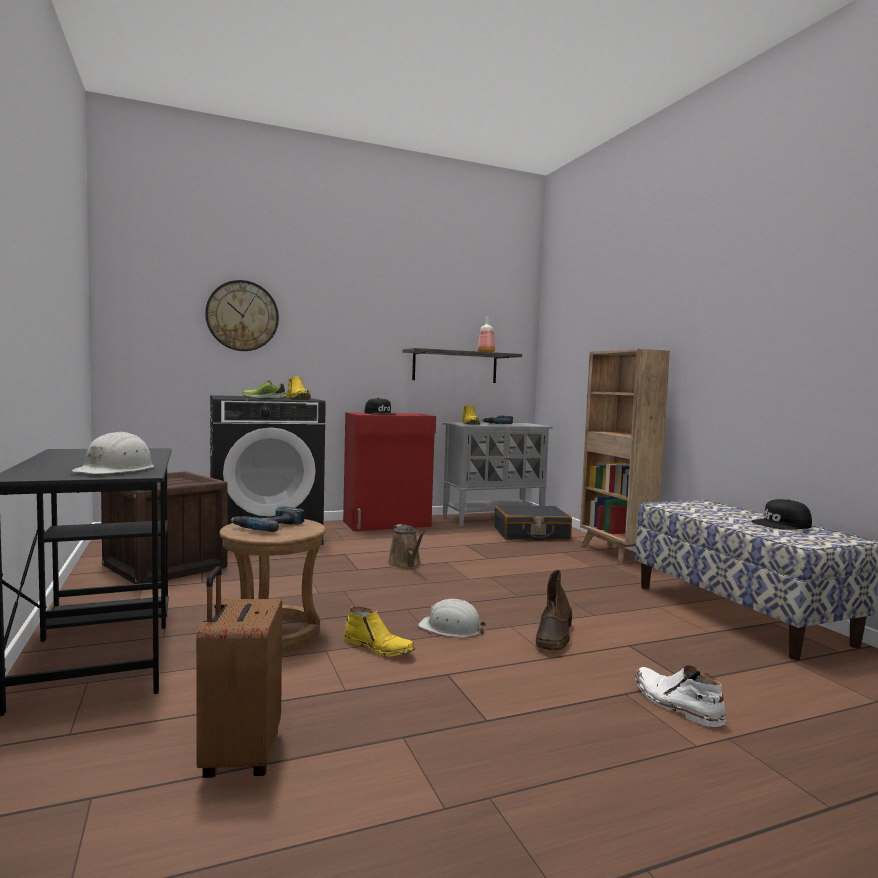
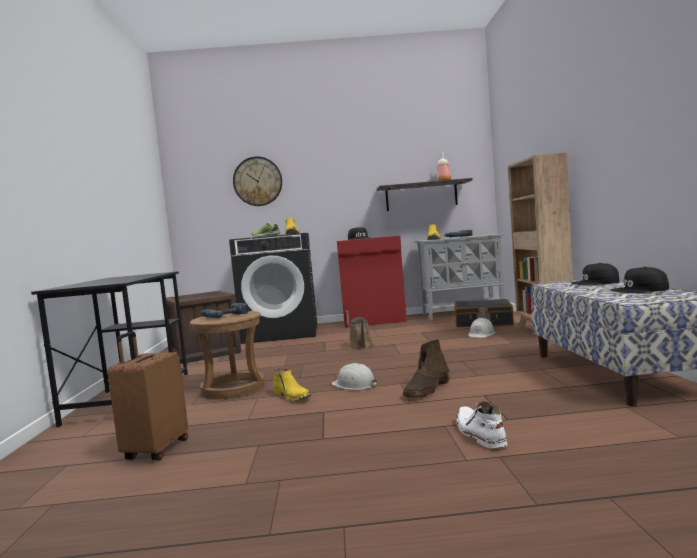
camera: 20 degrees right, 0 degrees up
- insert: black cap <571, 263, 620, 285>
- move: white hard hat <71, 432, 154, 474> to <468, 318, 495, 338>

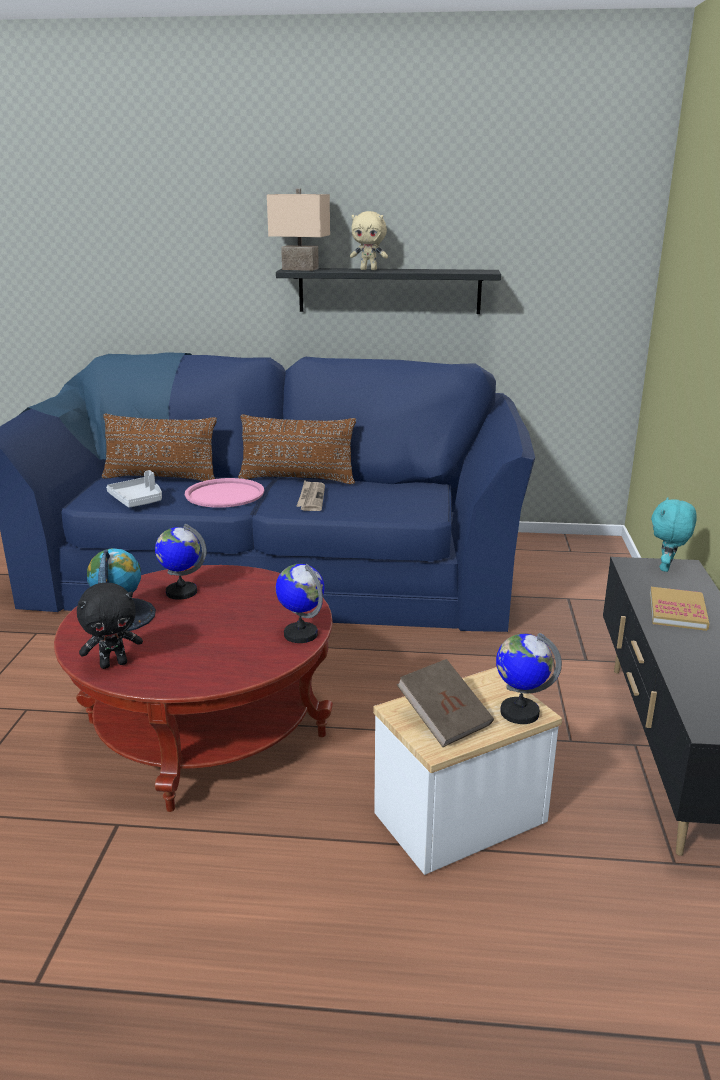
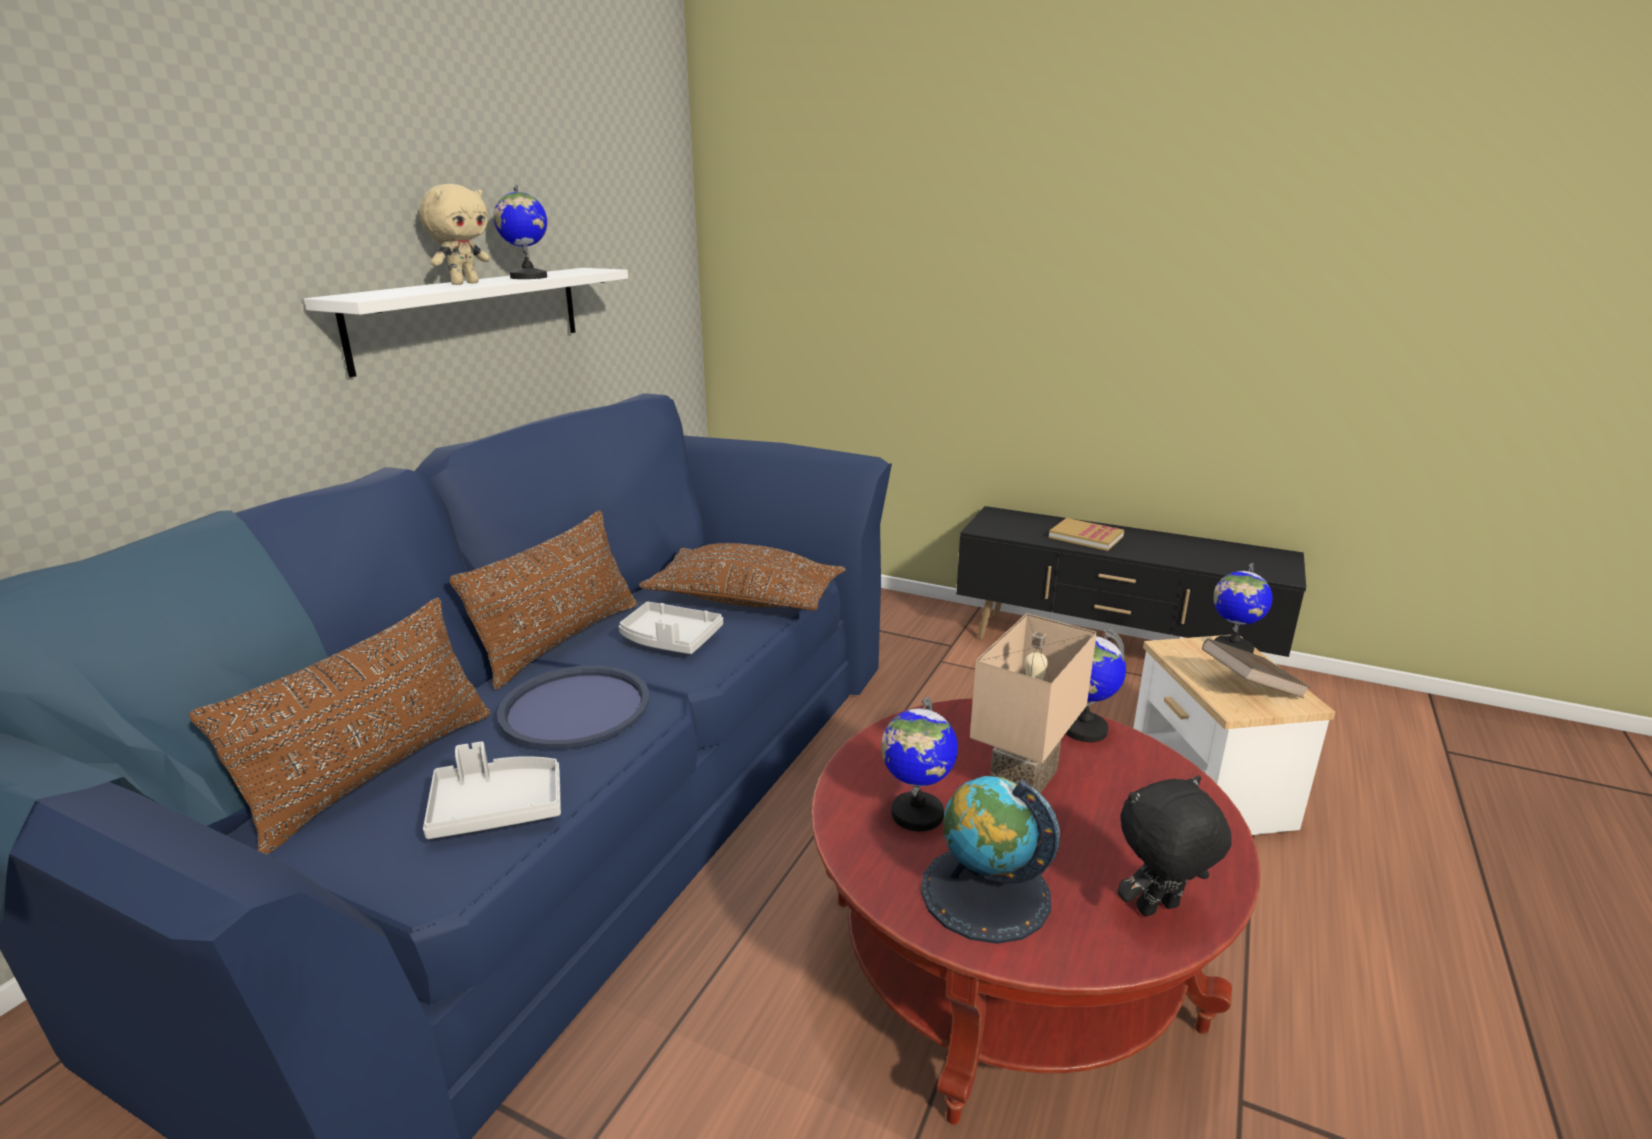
camera: 70 degrees left, 0 degrees up
- delete: turquoise plush toy <651, 497, 696, 572>
- insert: globe <493, 184, 547, 279>
- insert: brown pillow <639, 543, 846, 611>
- move: beige table lamp <267, 189, 330, 271> to <970, 613, 1097, 793>
- replace: newspaper <296, 480, 325, 511> to grey tray <619, 602, 723, 654>
- recolor: pink tray <185, 478, 264, 508> to blue tray <497, 665, 650, 748>
- recolor: black shelf <276, 268, 501, 314> to white shelf <304, 268, 628, 377>
- rotate: black plush toy <77, 583, 143, 669> = <1117, 775, 1232, 916> 105 degrees counterclockwise

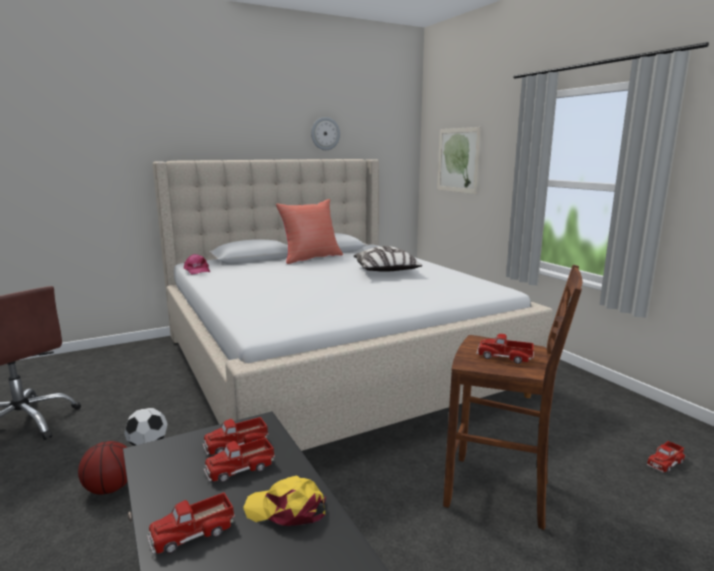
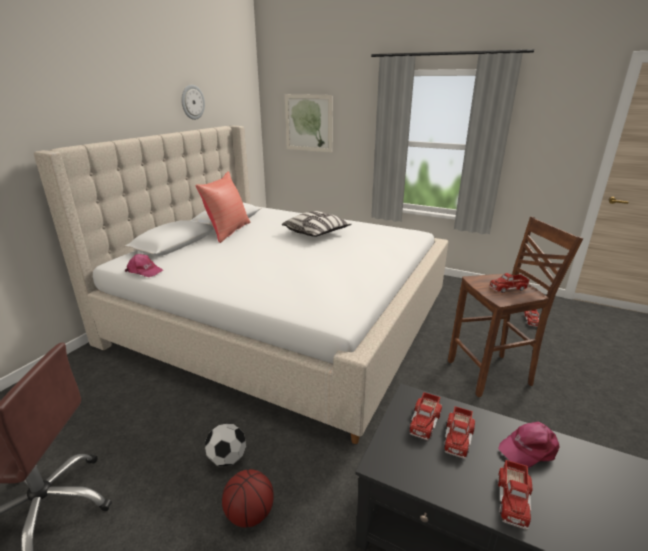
camera: 35 degrees left, 10 degrees up
- recolor: yellow cap <243, 476, 326, 526> to pink cap <498, 421, 560, 468>

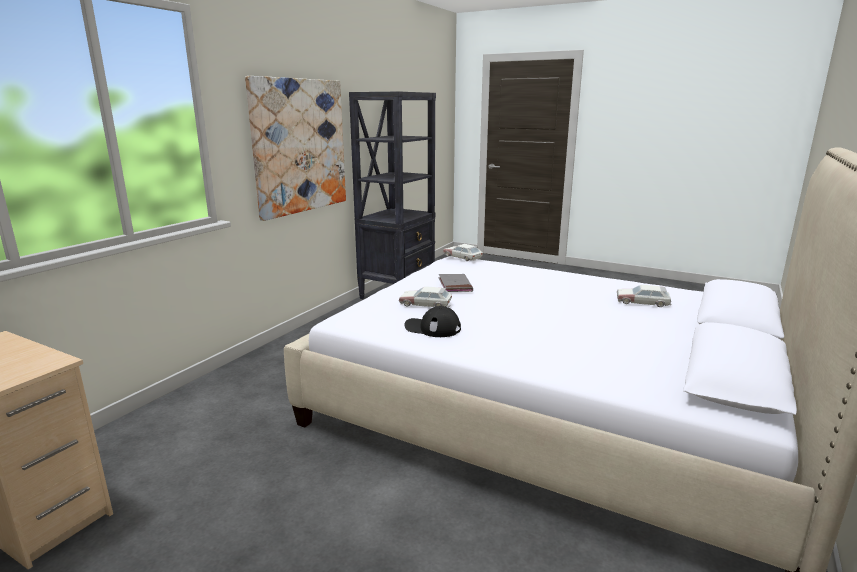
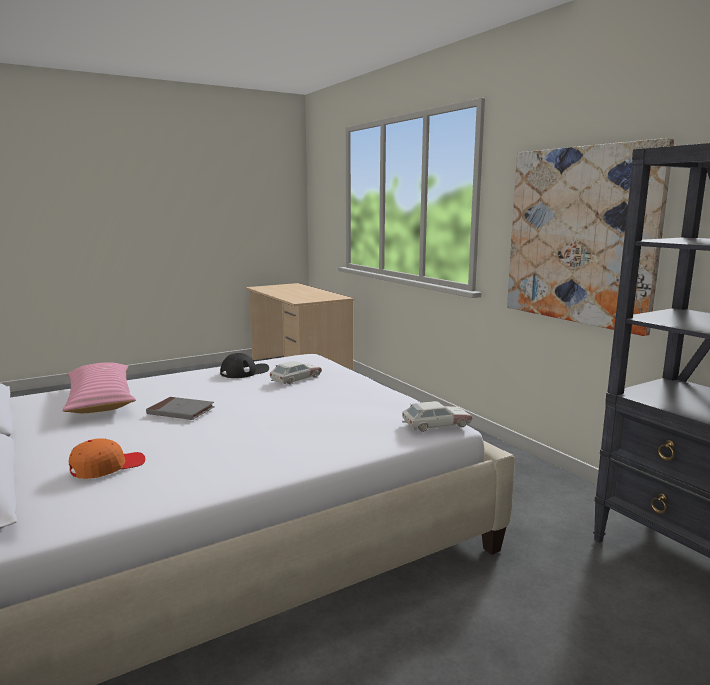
camera: 120 degrees right, 5 degrees down
- insert: pink pillow <63, 362, 136, 413>
- move: grey book <439, 274, 473, 292> to <146, 397, 215, 420>
- replace: toy car <617, 285, 671, 307> to orange cap <69, 438, 145, 479>

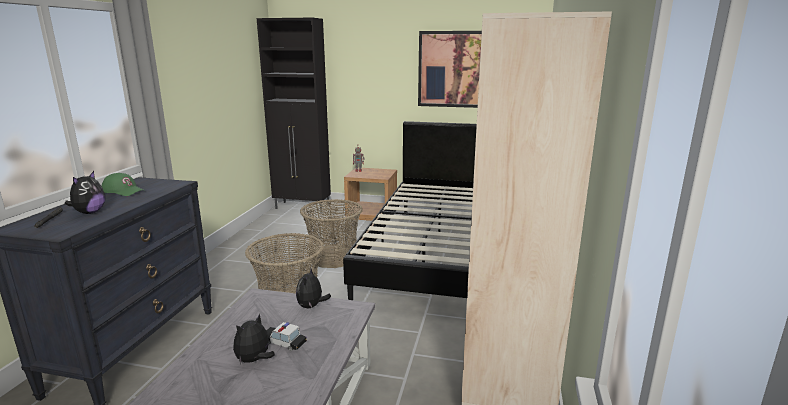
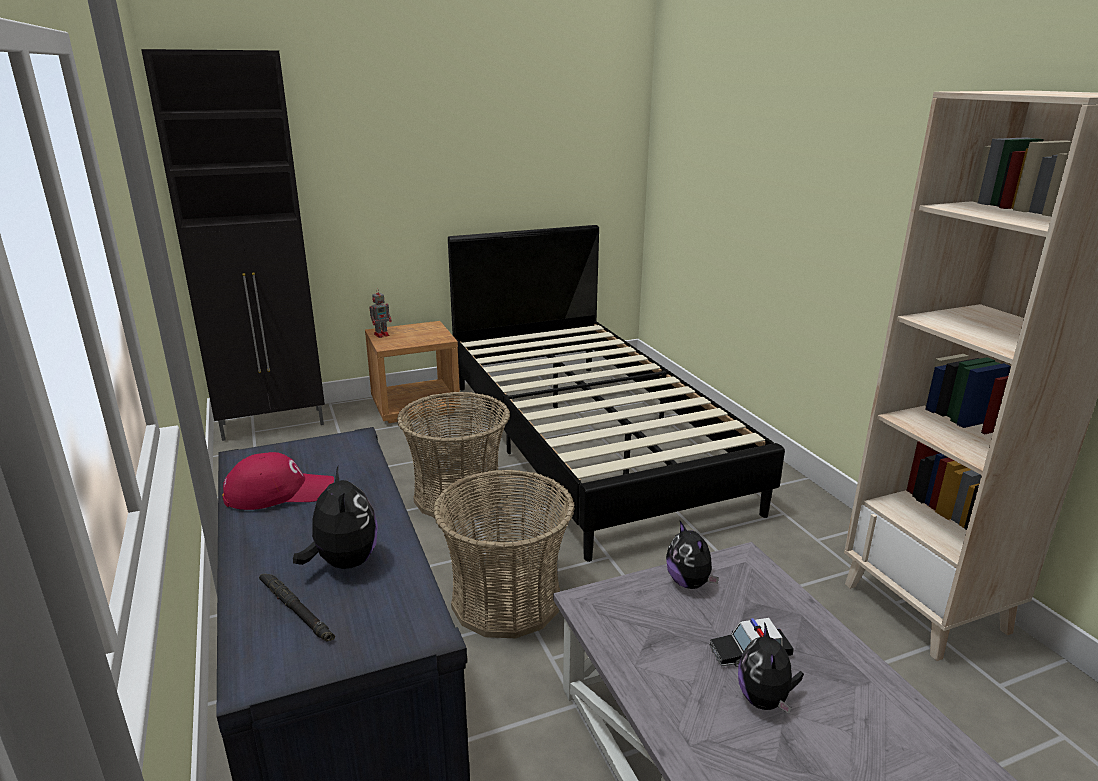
camera: 35 degrees left, 5 degrees up
- delete: picture <418, 31, 482, 108>
- recolor: green cap <102, 173, 145, 196> to red cap <222, 452, 334, 510>

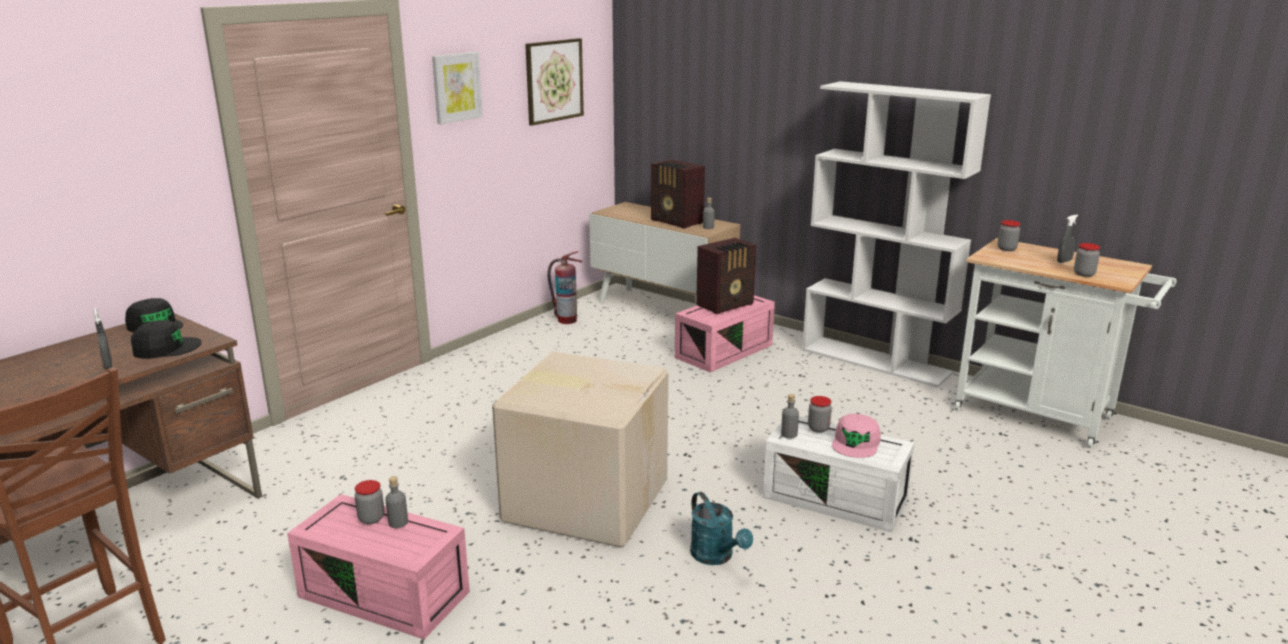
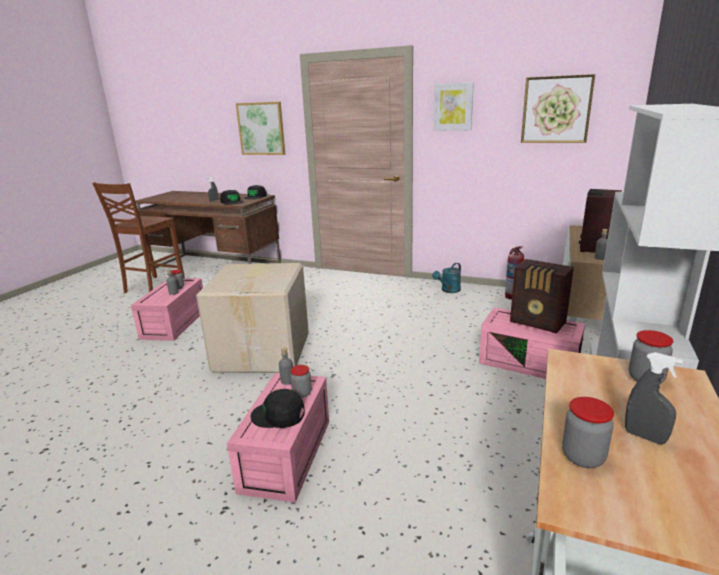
camera: 75 degrees right, 0 degrees up
- insert: picture <236, 102, 285, 155>
- move: turquoise watering can <690, 492, 753, 565> to <432, 263, 461, 293>
- recolor: white storage box <763, 416, 915, 532> to pink storage box <227, 373, 329, 503>
- recolor: pink cap <832, 414, 881, 458> to black cap <251, 389, 305, 428>

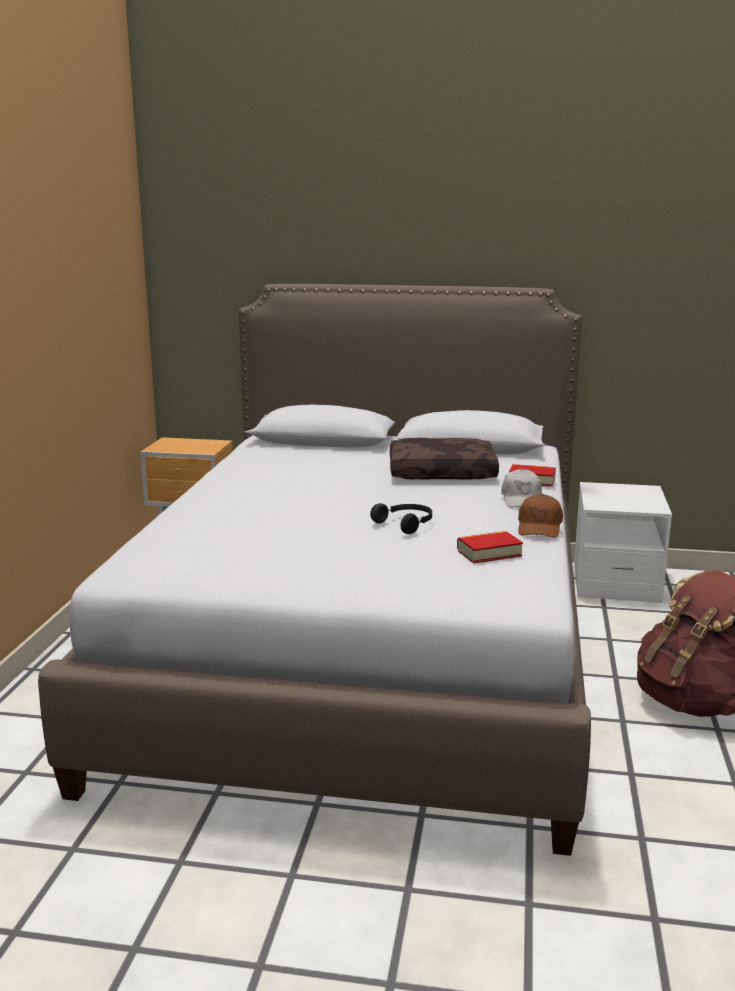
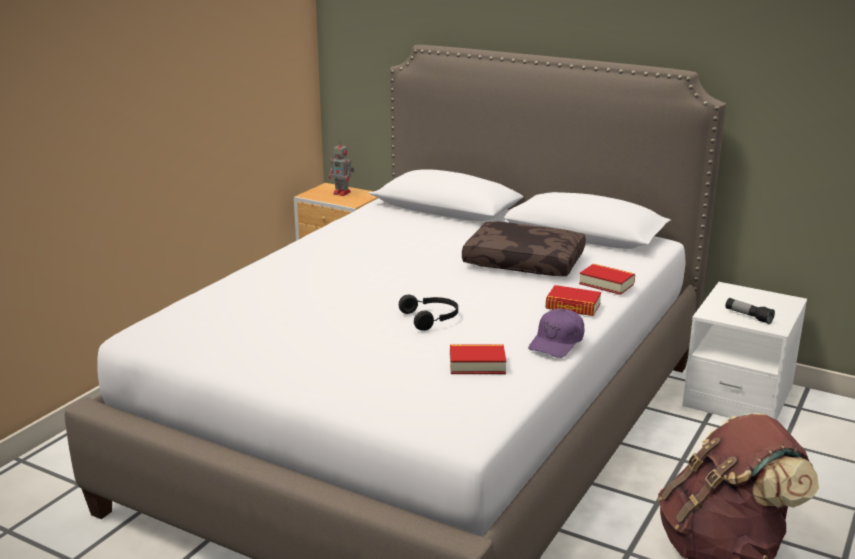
camera: 20 degrees right, 5 degrees up
- insert: toy robot <329, 140, 354, 196>
- insert: flashlight <725, 298, 775, 324>
- replace: white cap <501, 469, 542, 508> to book <546, 285, 601, 316>
- recolor: brown cap <518, 494, 563, 538> to purple cap <528, 309, 585, 358>

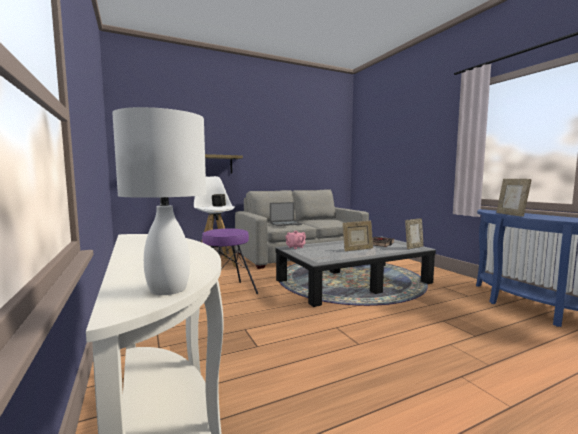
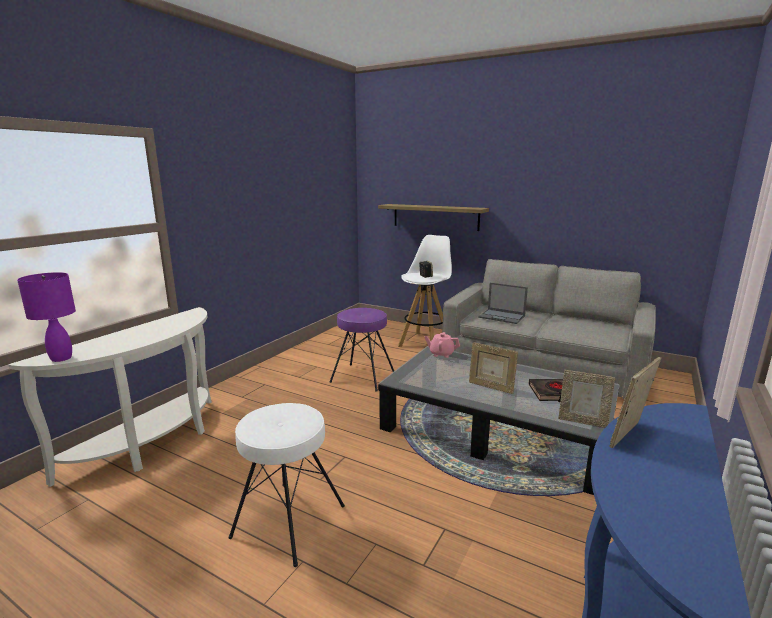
camera: 55 degrees right, 10 degrees up
- insert: white stool <229, 403, 345, 567>
- recolor: white table lamp <112, 107, 206, 295> to purple table lamp <17, 272, 76, 362>

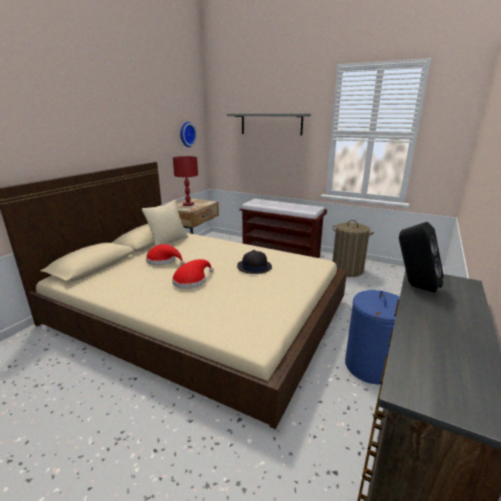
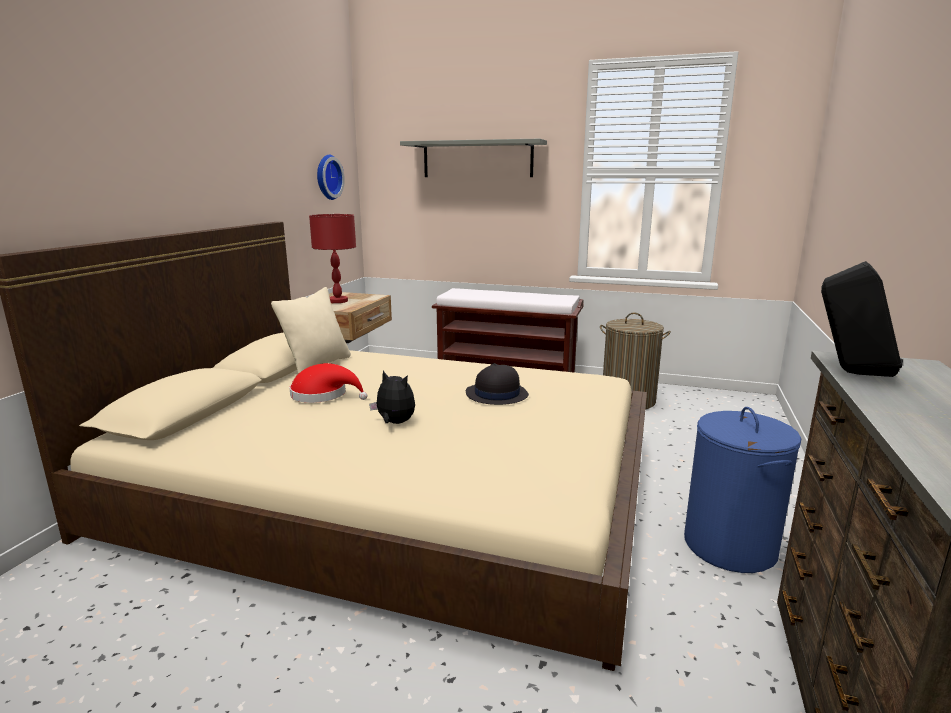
camera: 10 degrees left, 5 degrees down
- replace: red hat <172, 259, 214, 289> to plush toy <369, 370, 415, 424>

